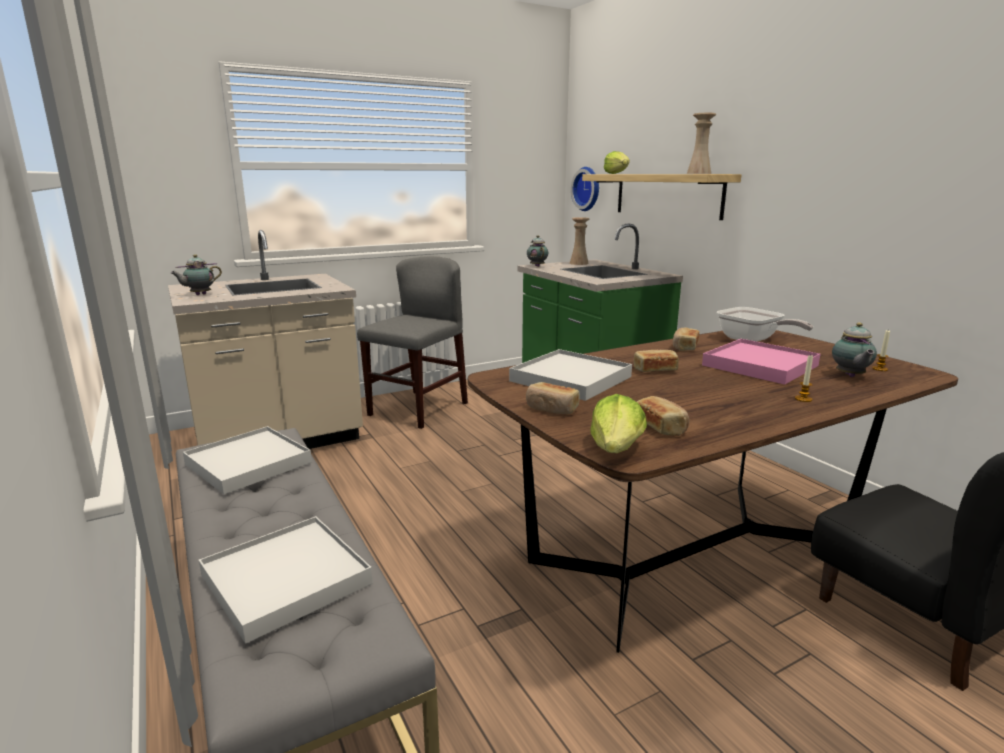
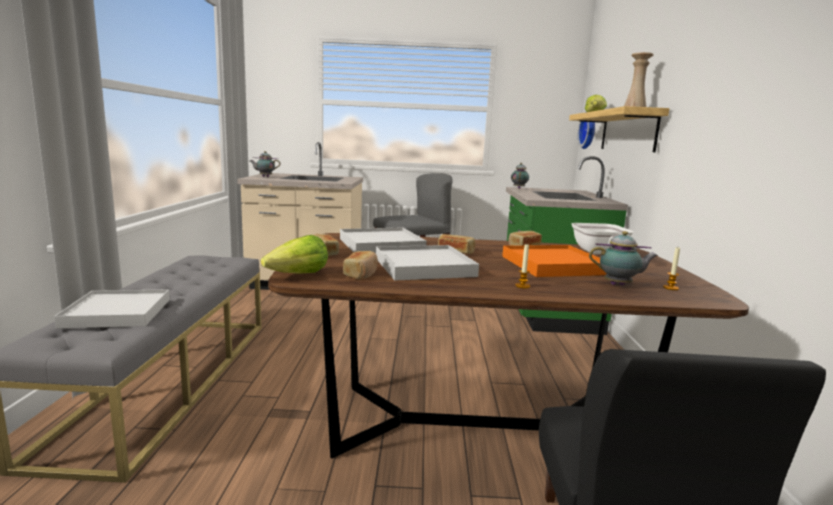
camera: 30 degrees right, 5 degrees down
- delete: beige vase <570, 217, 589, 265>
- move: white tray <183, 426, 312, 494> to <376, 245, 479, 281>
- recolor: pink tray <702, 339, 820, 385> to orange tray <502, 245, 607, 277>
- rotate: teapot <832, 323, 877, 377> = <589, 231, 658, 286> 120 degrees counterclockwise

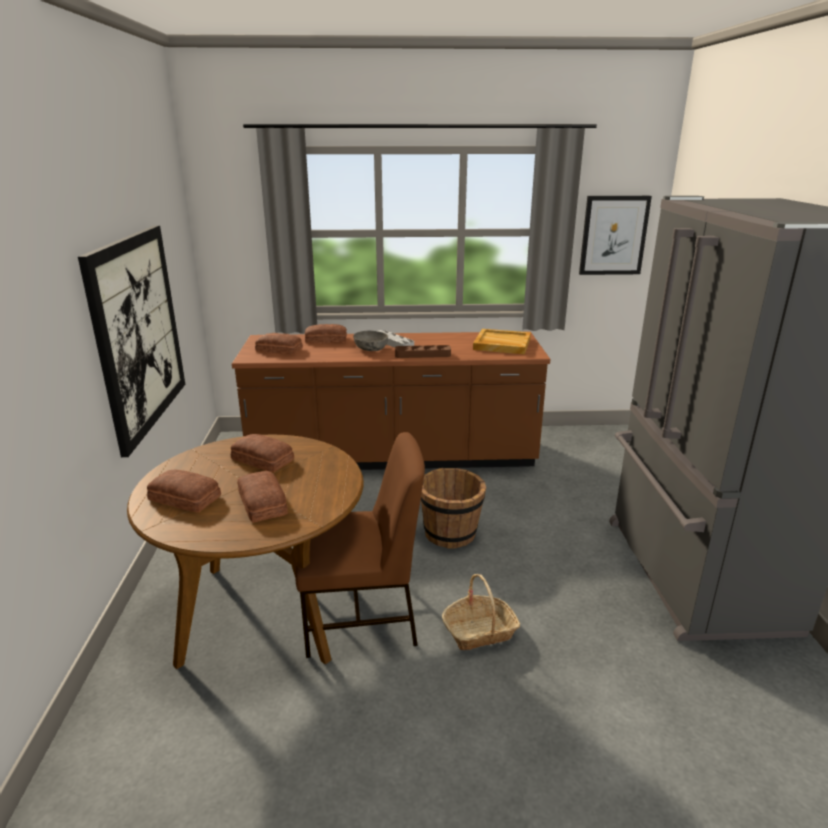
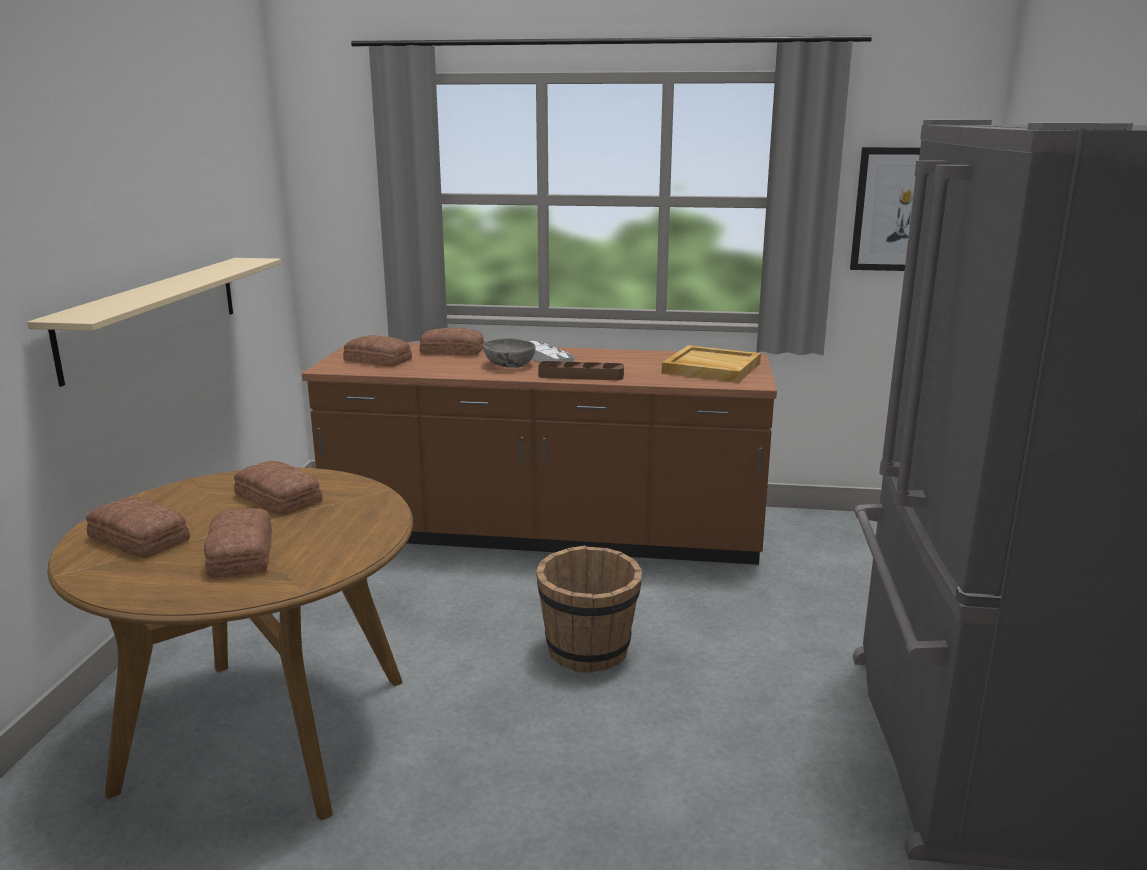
camera: 10 degrees right, 5 degrees down
- delete: brown chair <295, 432, 425, 658>
- delete: basket <442, 574, 520, 650>
- replace: picture <78, 225, 185, 457> to beige shelf <27, 258, 281, 387>

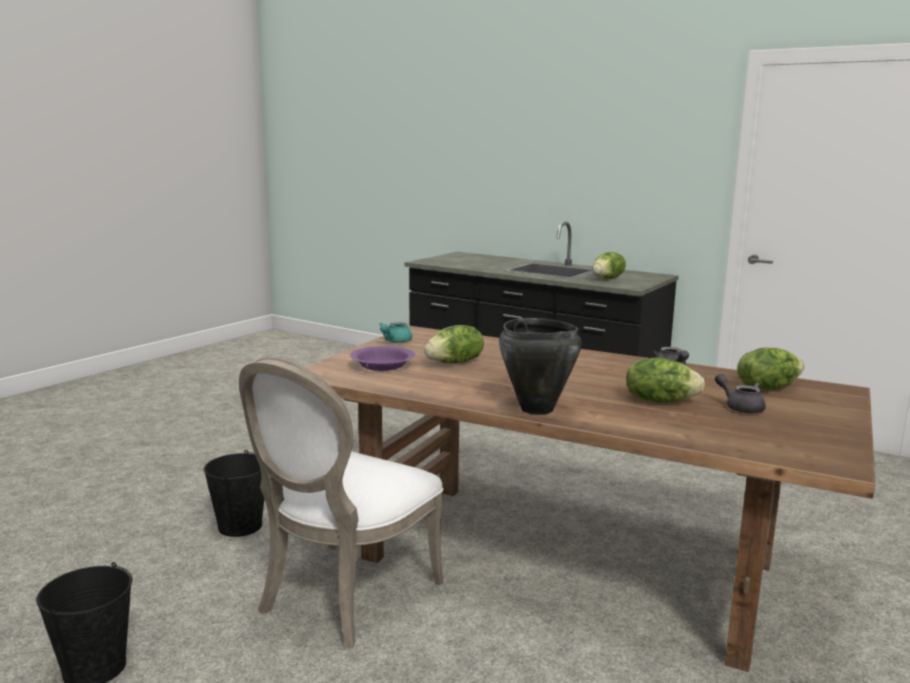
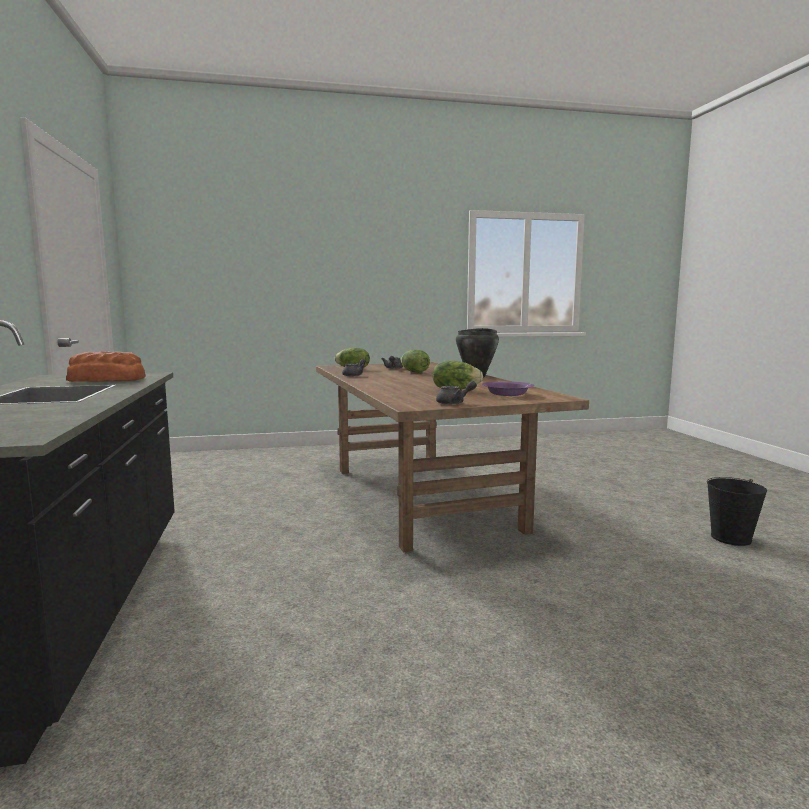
camera: 135 degrees left, 5 degrees down
- delete: black bucket <204, 450, 264, 537>
- delete: white chair <239, 357, 444, 648>
- replace: lettuce <592, 252, 626, 279> to bread <66, 351, 146, 382>
- recolor: turquoise teapot <379, 322, 412, 343> to grey teapot <436, 381, 477, 405>

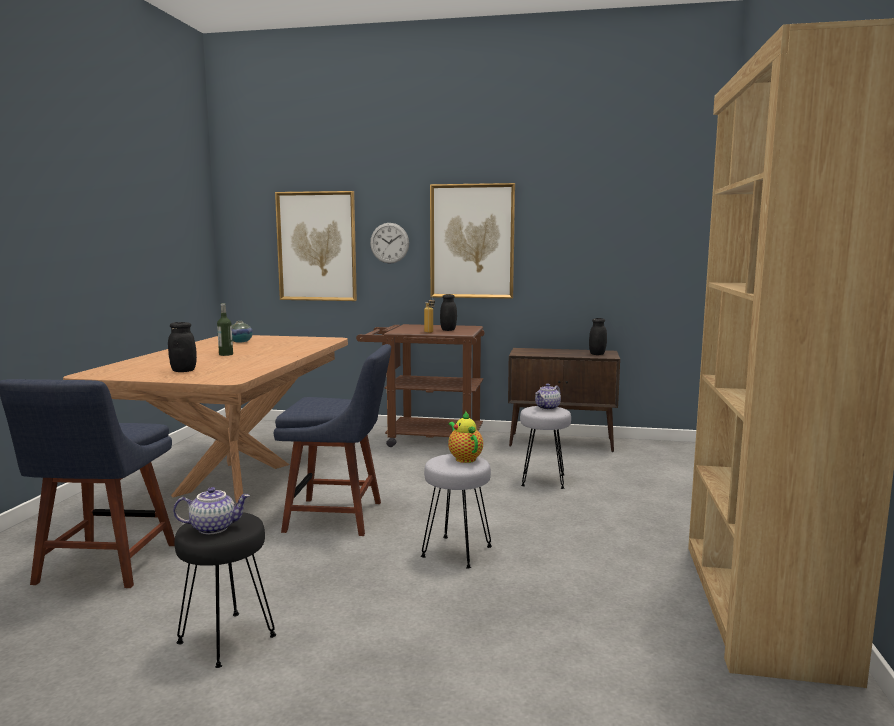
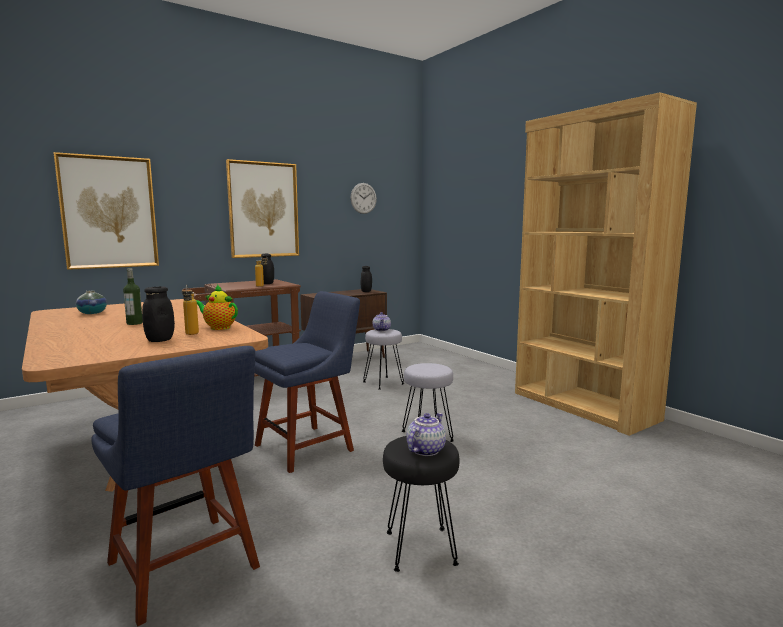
camera: 45 degrees left, 0 degrees up
- insert: bottle <182, 285, 199, 335>
- move: wall clock <370, 223, 409, 264> to <351, 183, 377, 214>
- move: teapot <448, 411, 483, 463> to <196, 284, 238, 330>

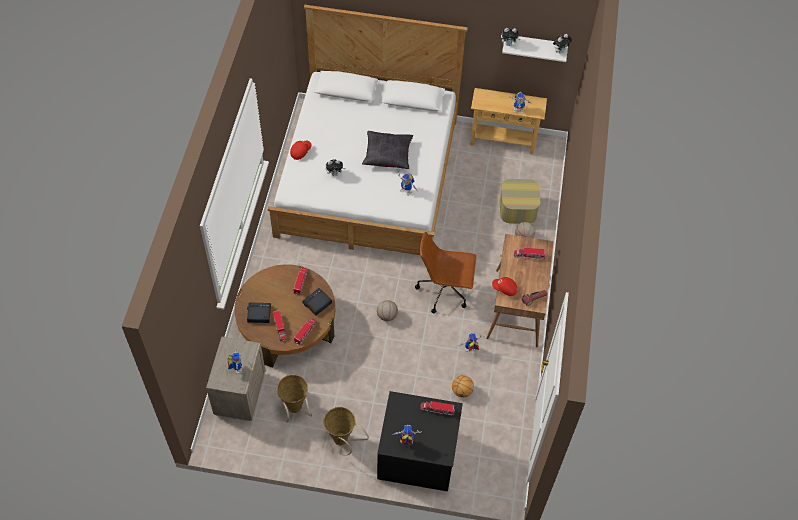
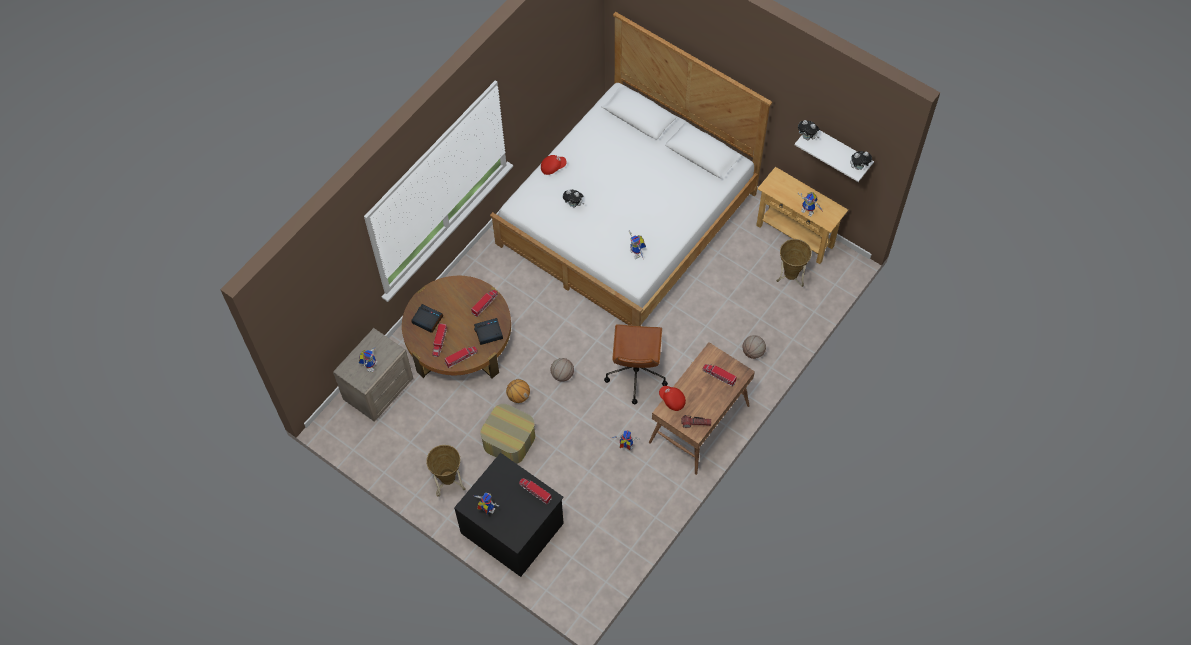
camera: 30 degrees right, 5 degrees up
- delete: black pillow <362, 131, 413, 169>
- move: basket <277, 374, 312, 422> to <776, 239, 812, 287>
- move: basketball <452, 375, 474, 398> to <506, 379, 530, 403>
- move: ottoman <500, 179, 540, 224> to <480, 404, 536, 464>
- rotate: brown office chair <415, 232, 477, 313> = <604, 324, 668, 405> 120 degrees counterclockwise

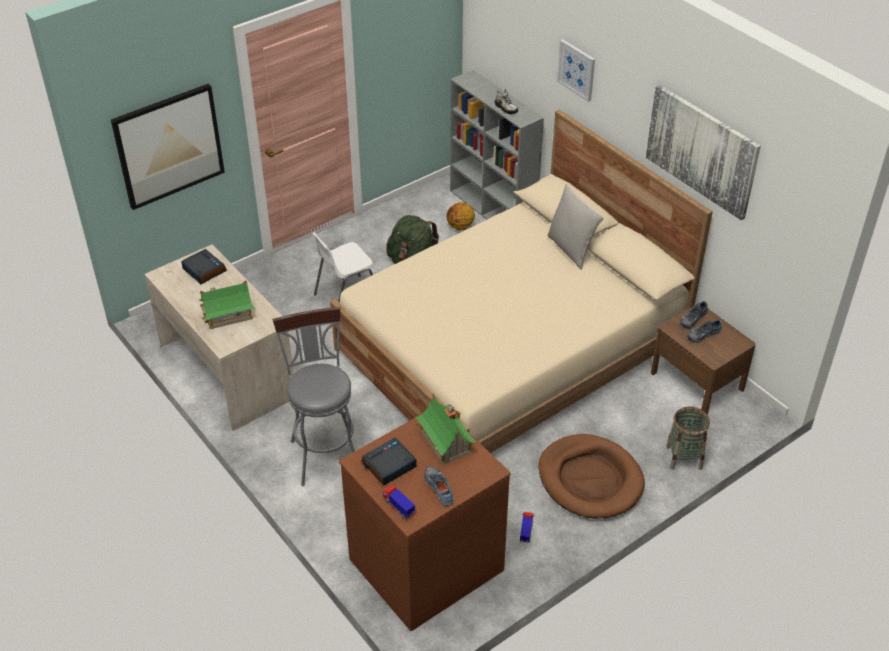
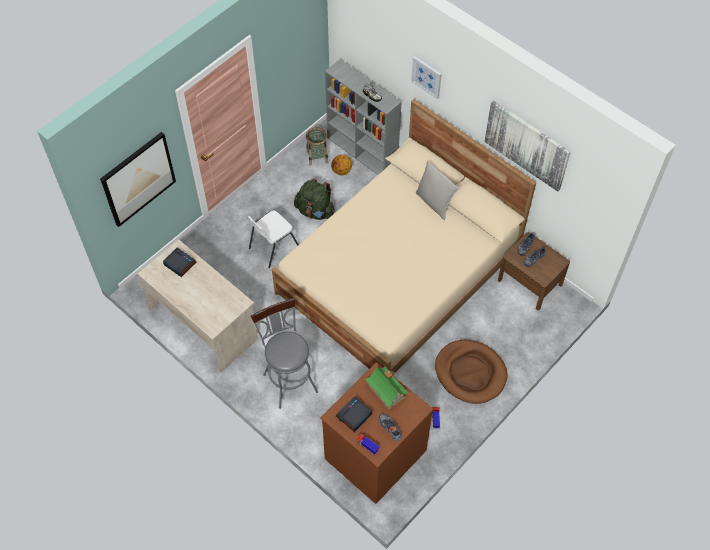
camera: 10 degrees left, 15 degrees up
- delete: toy house <199, 280, 255, 329>
- move: basket <666, 406, 710, 470> to <306, 127, 328, 166>

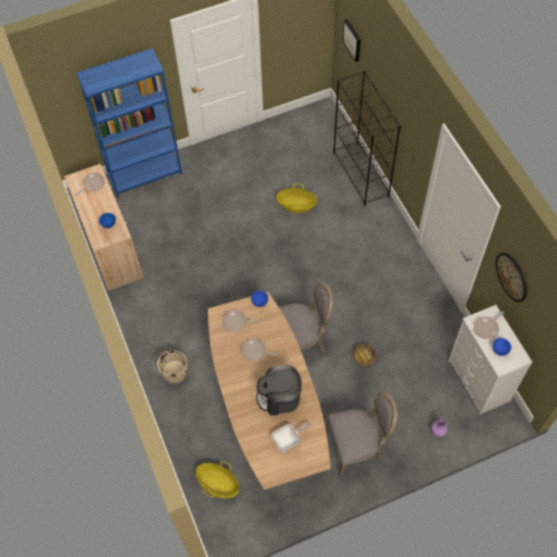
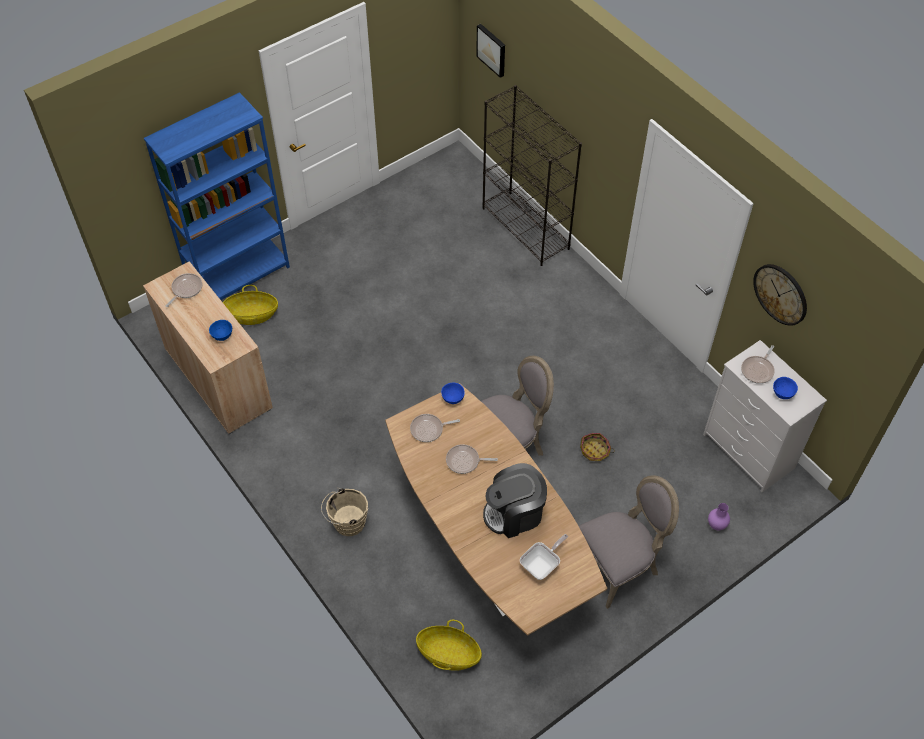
camera: 15 degrees left, 5 degrees down
- move: basket <276, 183, 317, 213> to <223, 285, 278, 325>

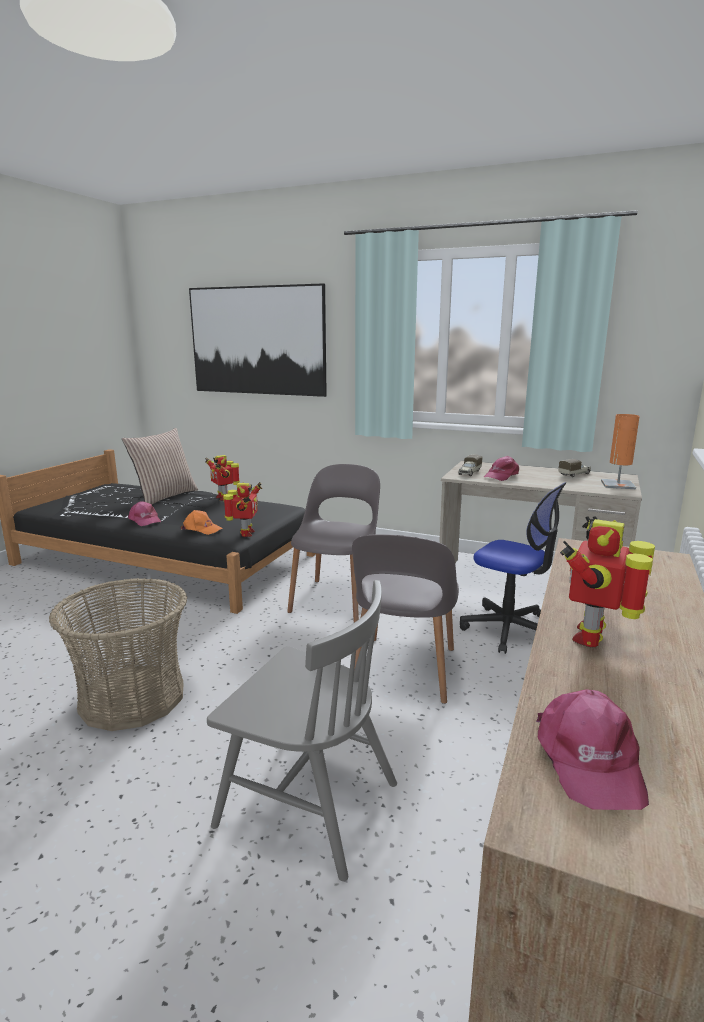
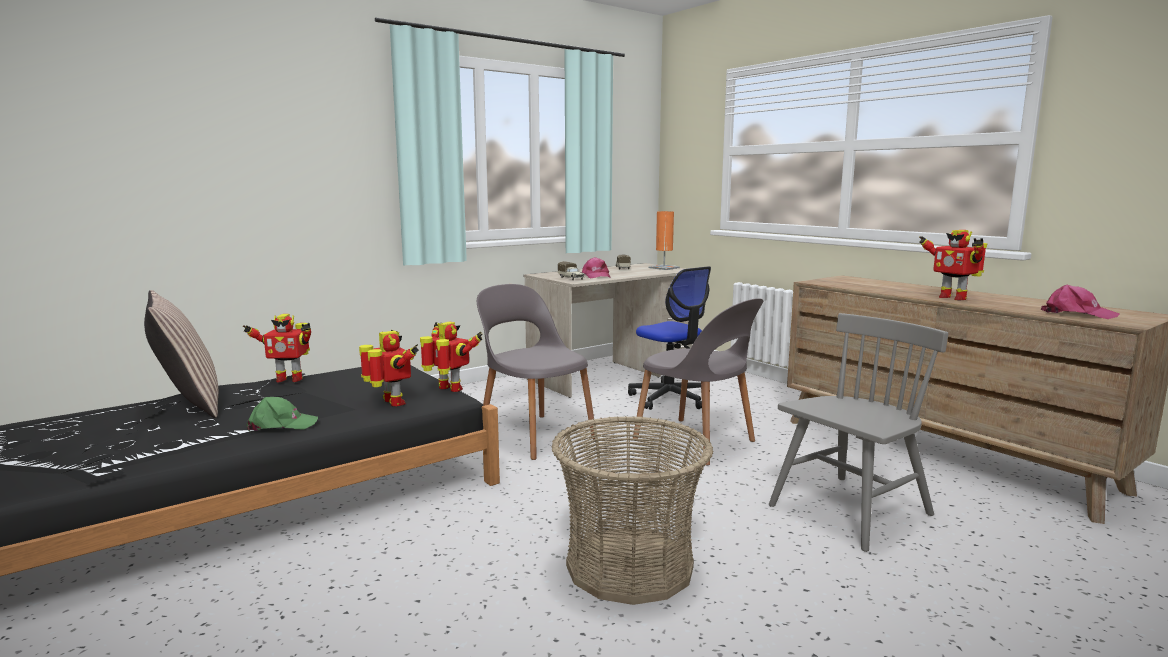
camera: 60 degrees left, 5 degrees down
- delete: picture <189, 283, 327, 397>
- replace: orange cap <181, 510, 223, 535> to toy robot <359, 330, 419, 407>
- recolor: pink cap <128, 501, 161, 526> to green cap <247, 397, 318, 432>
- rotate: office chair <460, 482, 567, 654> = <628, 266, 711, 410> 75 degrees clockwise

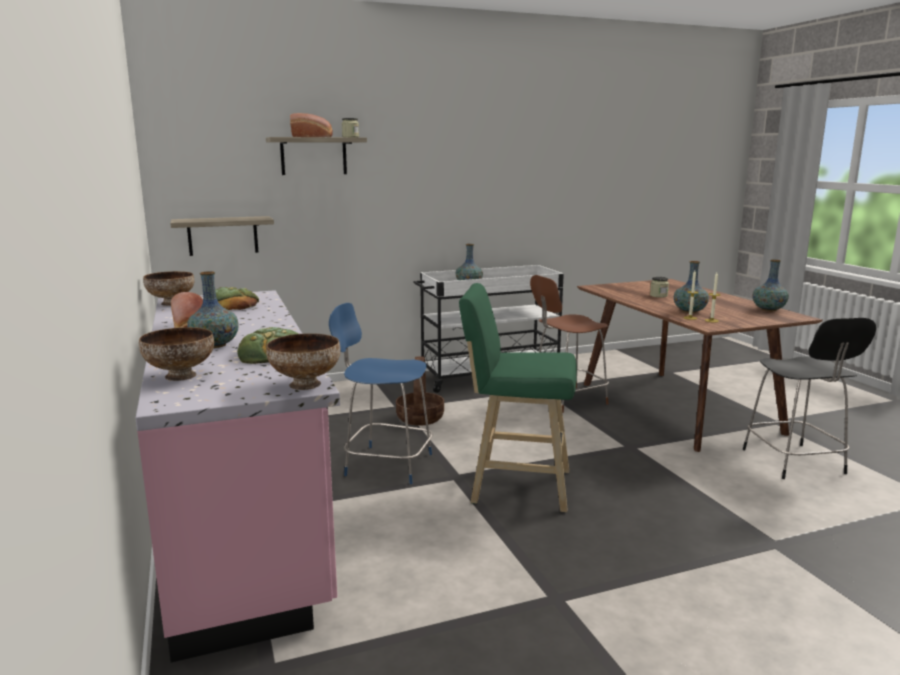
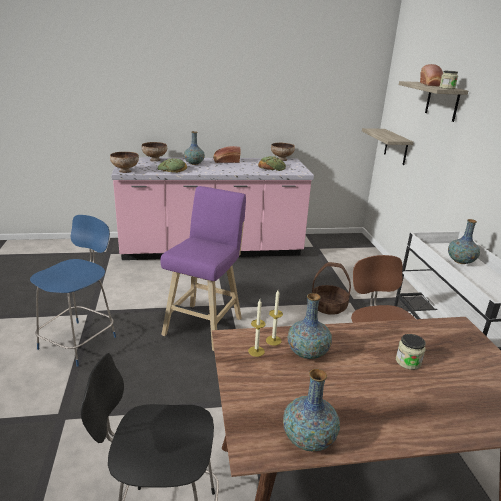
camera: 100 degrees right, 10 degrees up
- move: blue chair <329, 303, 433, 484> to <30, 215, 116, 367>
- recolor: green stool <459, 283, 577, 512> to purple stool <161, 186, 246, 351>

